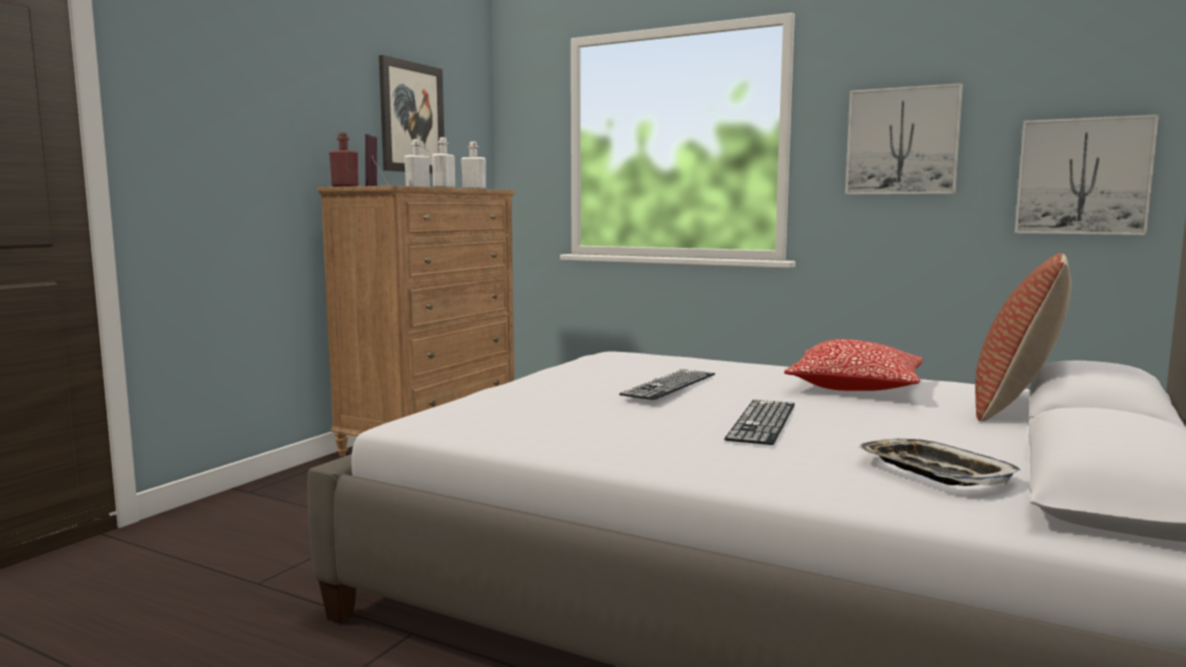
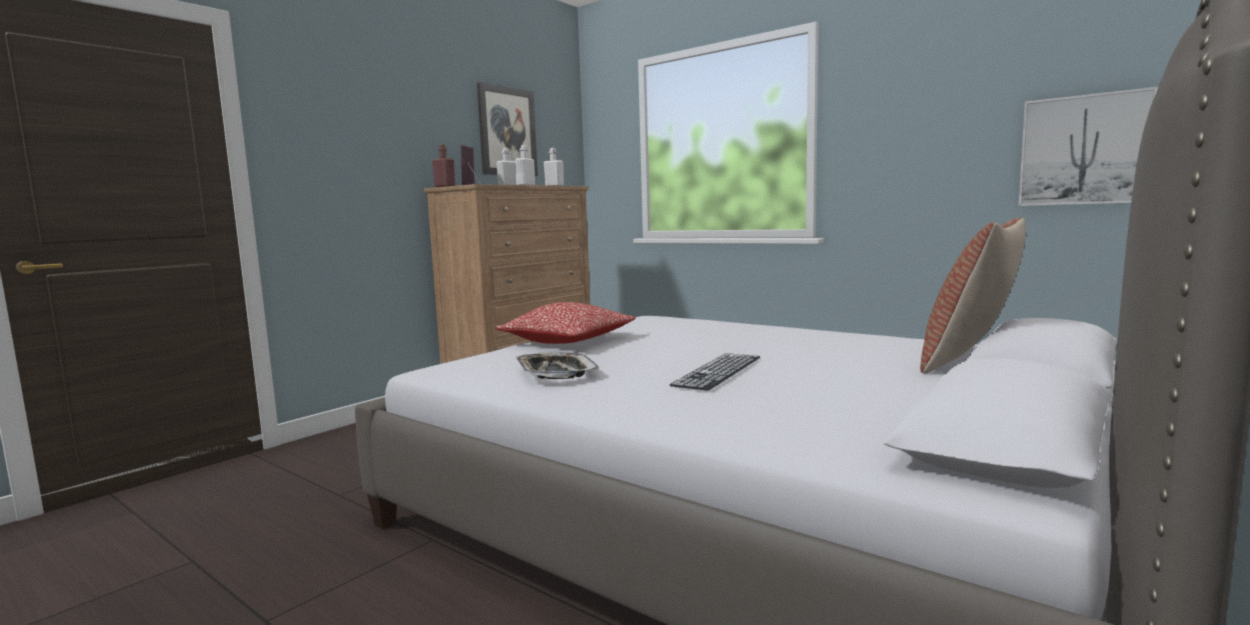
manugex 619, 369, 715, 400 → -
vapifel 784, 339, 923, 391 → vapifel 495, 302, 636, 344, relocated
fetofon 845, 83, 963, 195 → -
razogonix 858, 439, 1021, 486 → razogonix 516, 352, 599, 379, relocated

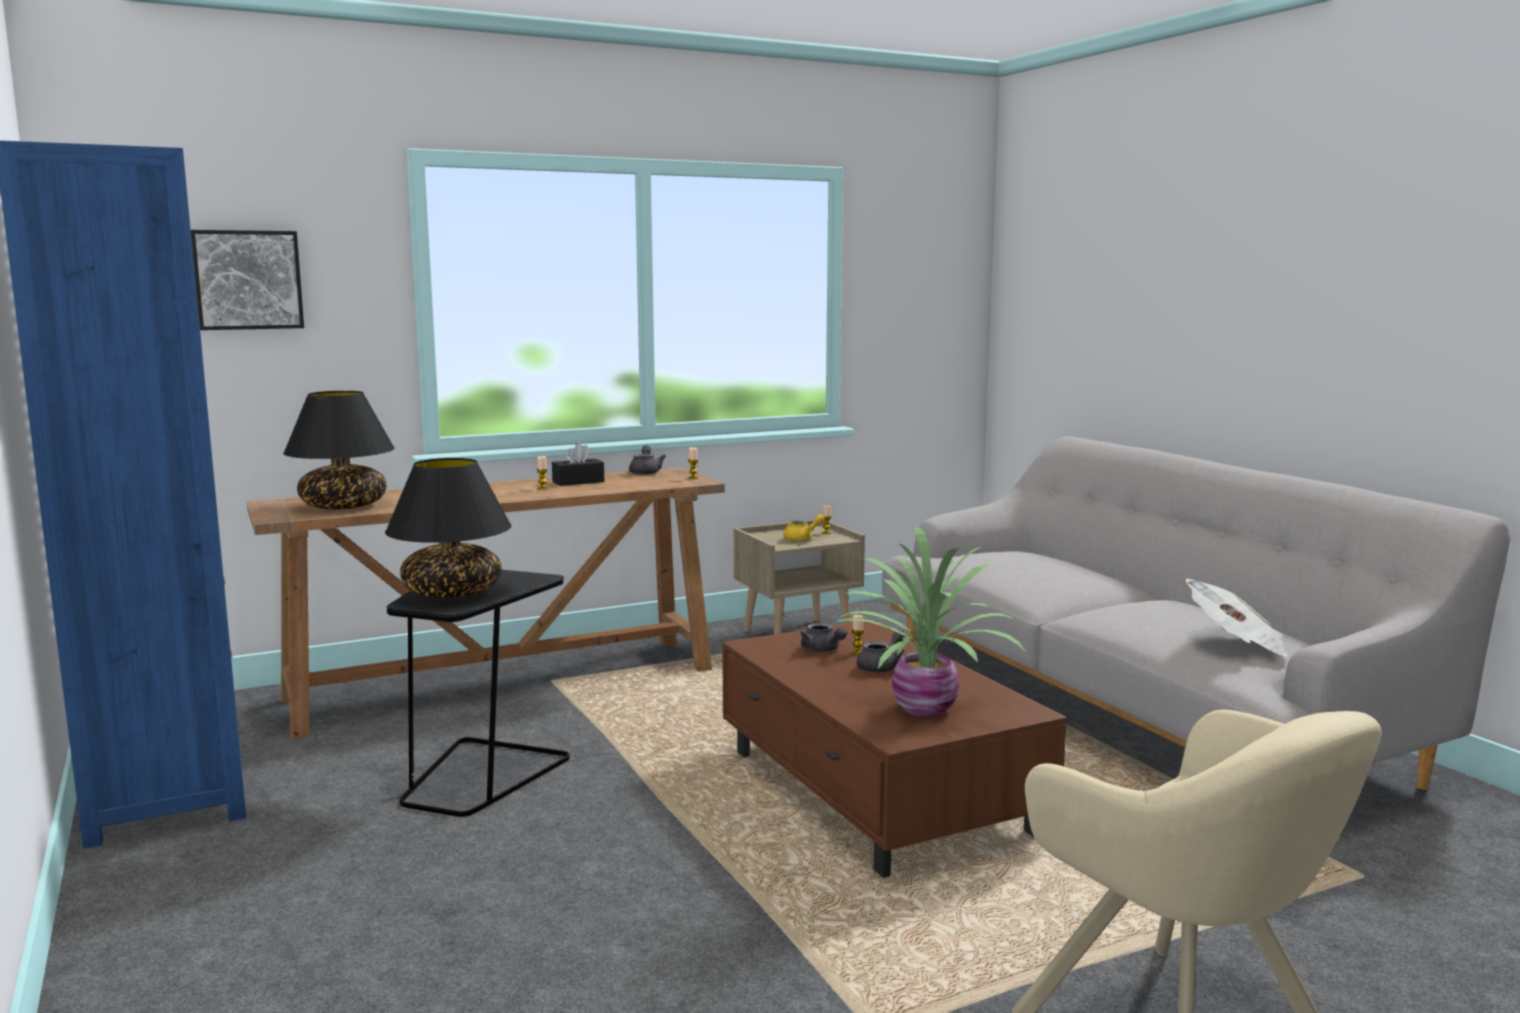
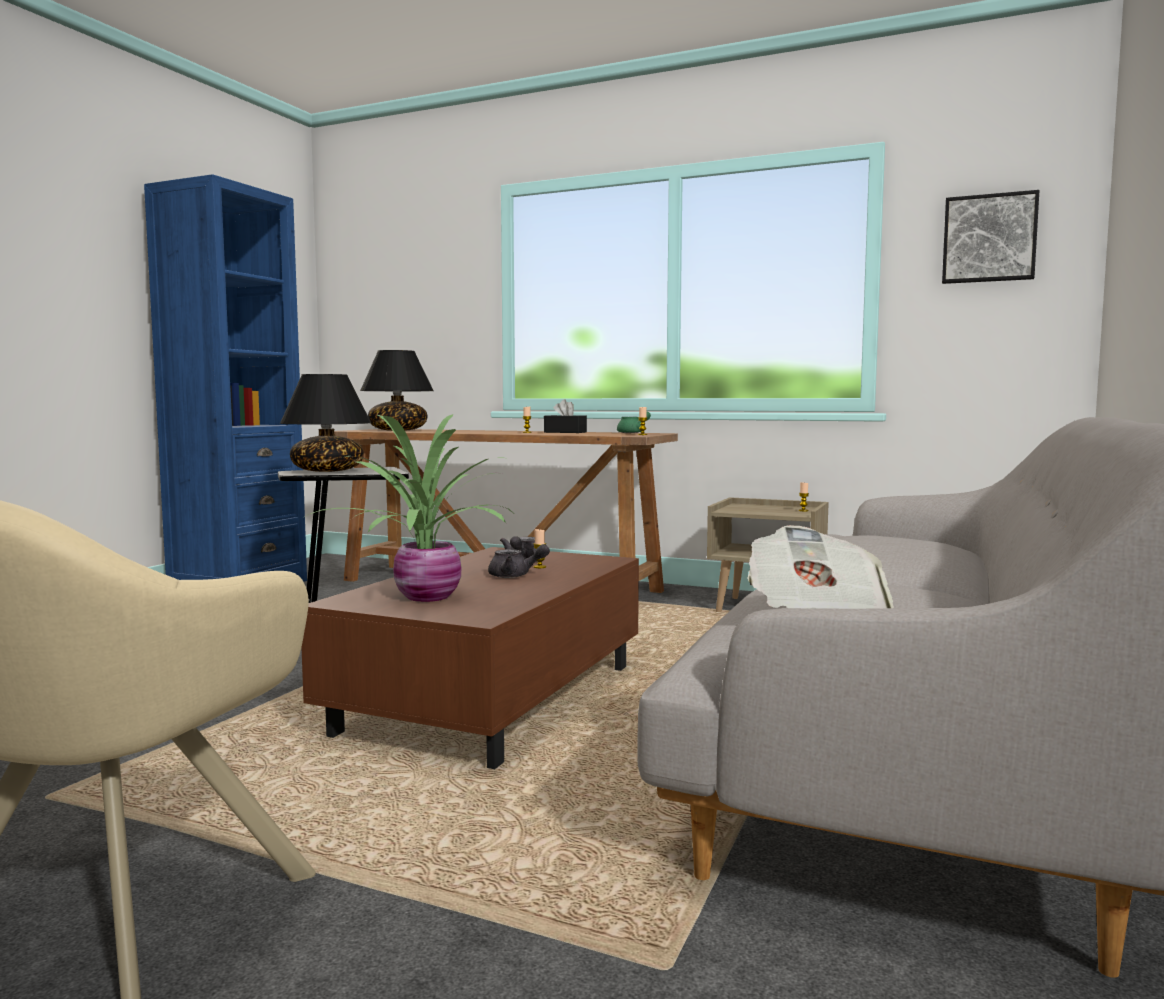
fetofon 191, 230, 304, 330 → fetofon 942, 190, 1040, 284, relocated
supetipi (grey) 629, 445, 666, 475 → supetipi (green) 617, 412, 651, 433
supetipi (yellow) 783, 515, 824, 542 → -

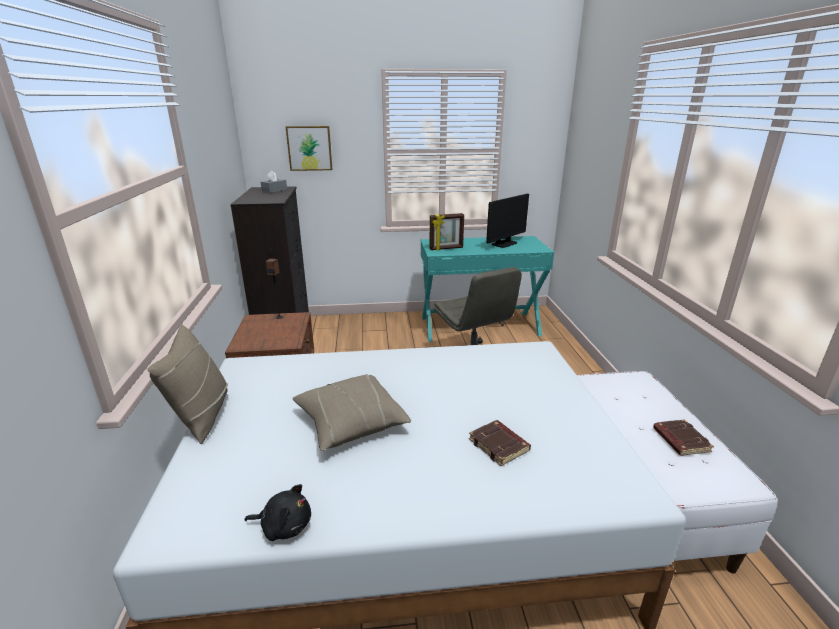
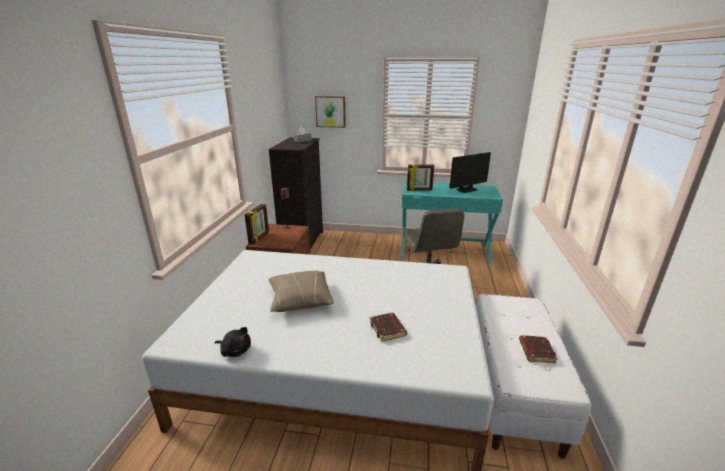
vapifel (beige) 147, 324, 228, 444 → -
- → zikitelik 244, 204, 269, 244

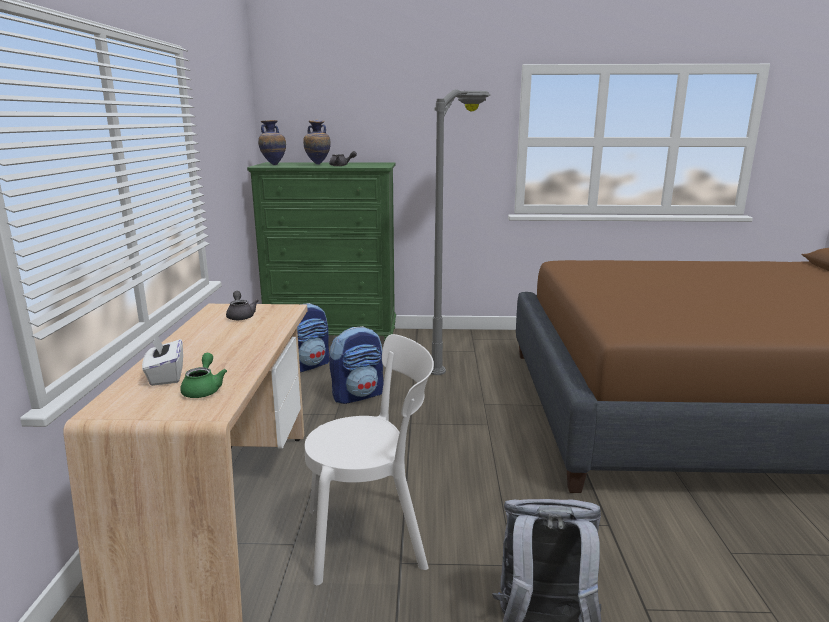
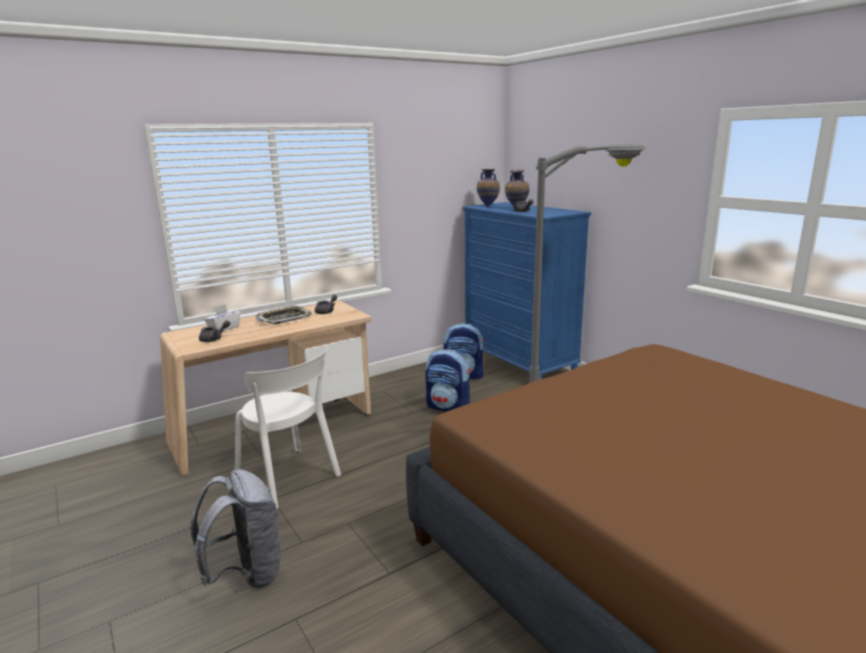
supetipi (green) 180, 353, 227, 398 → supetipi (grey) 199, 320, 230, 342
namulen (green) 247, 162, 396, 342 → namulen (blue) 462, 202, 591, 380
- → razogonix 255, 305, 312, 324

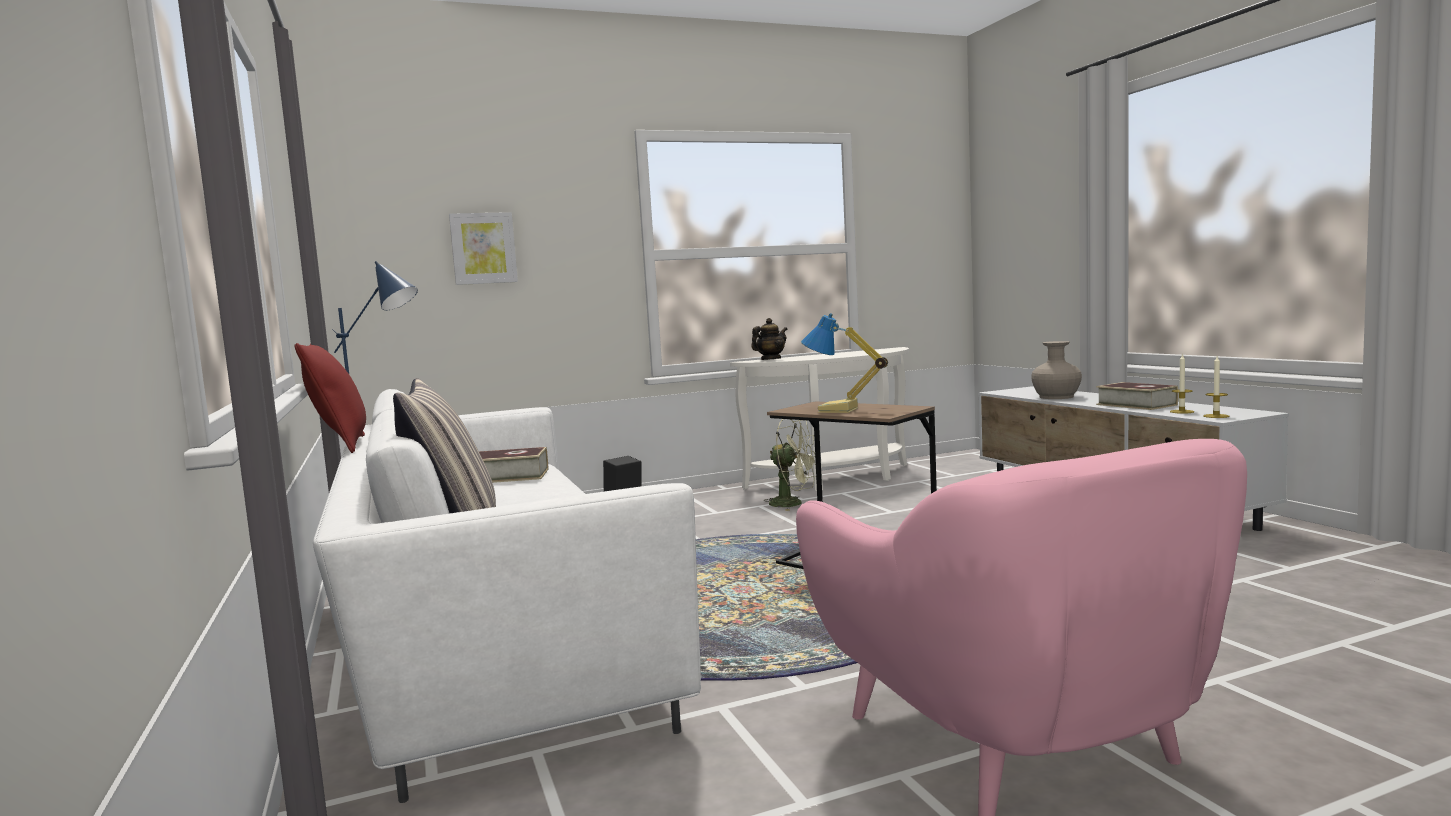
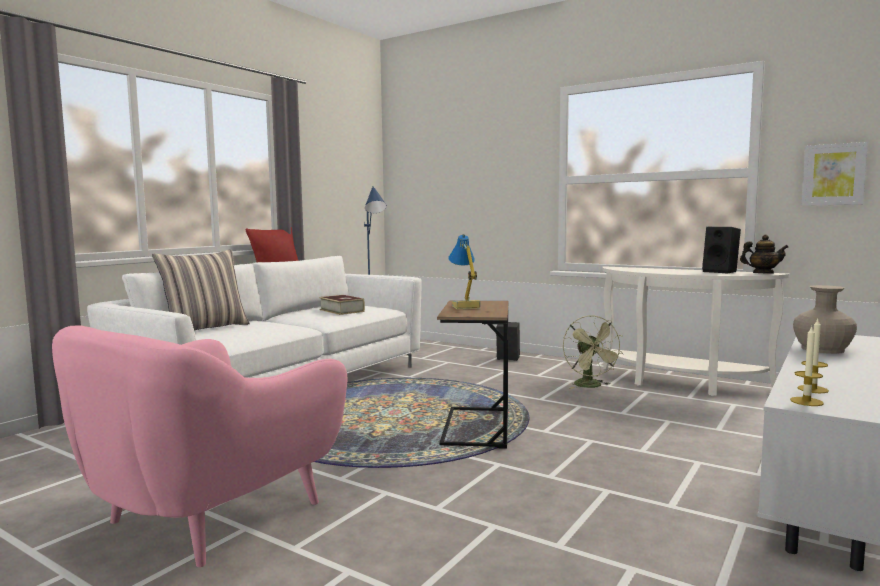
fetofon 449, 212, 518, 285 → fetofon 802, 142, 868, 206, relocated
supetipi 751, 318, 787, 360 → supetipi 740, 235, 788, 274, relocated
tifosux 1096, 382, 1179, 410 → -
- → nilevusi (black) 702, 227, 741, 274

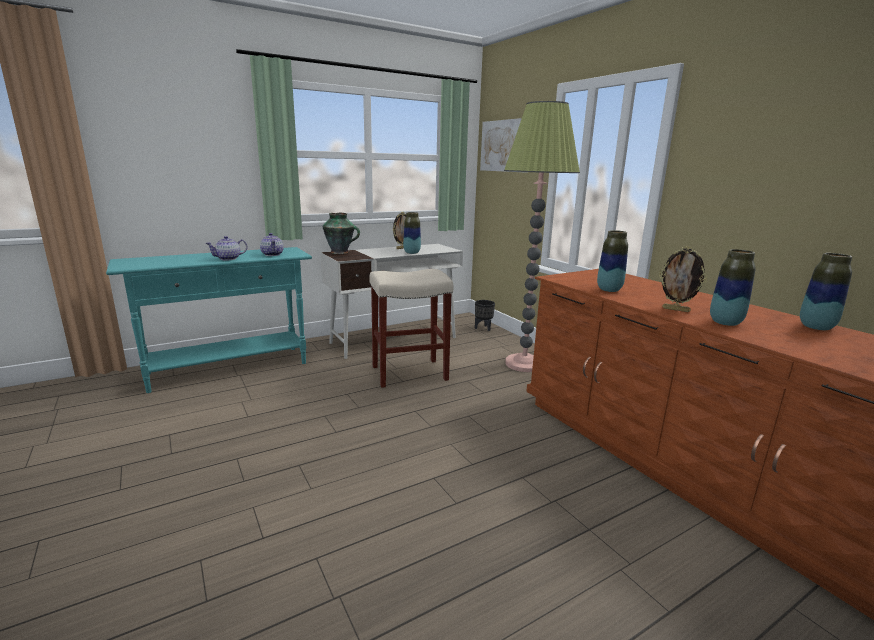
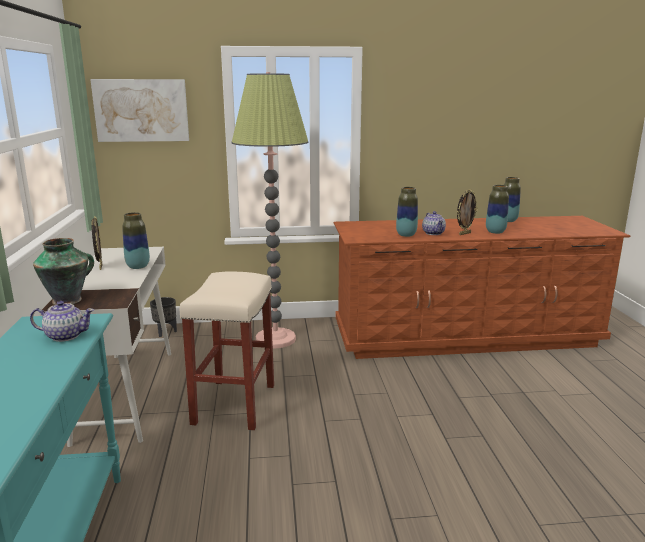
supetipi 205, 236, 247, 260 → supetipi 422, 211, 446, 235, relocated

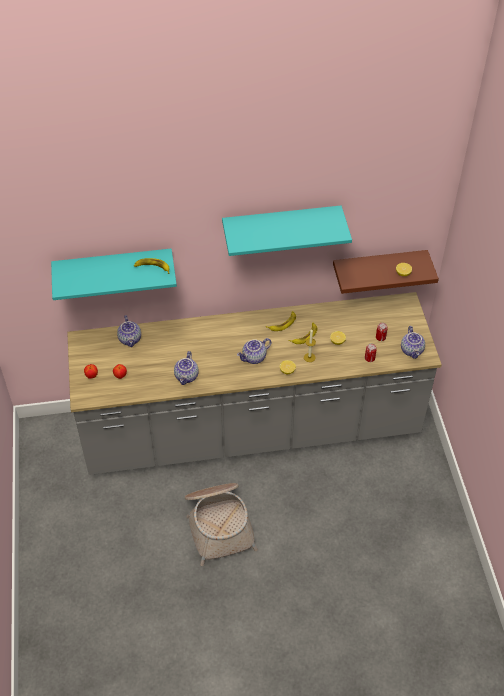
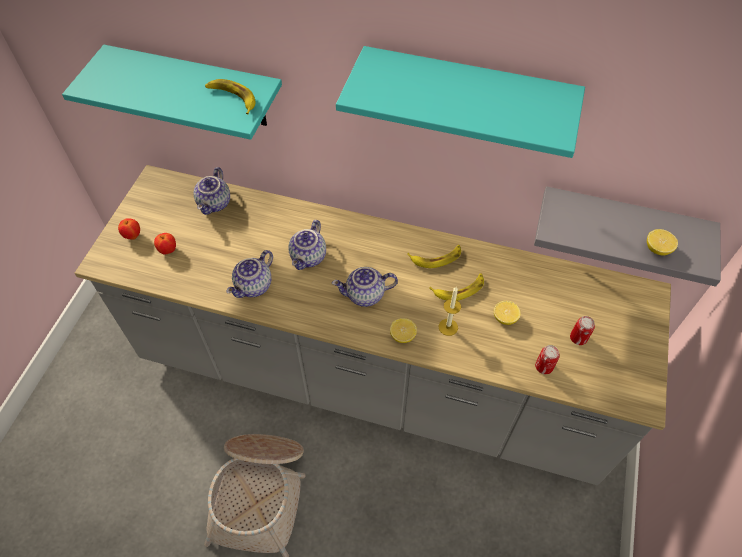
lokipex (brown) 333, 250, 439, 294 → lokipex (grey) 534, 186, 721, 287
supetipi 401, 326, 425, 359 → supetipi 288, 220, 326, 270, relocated

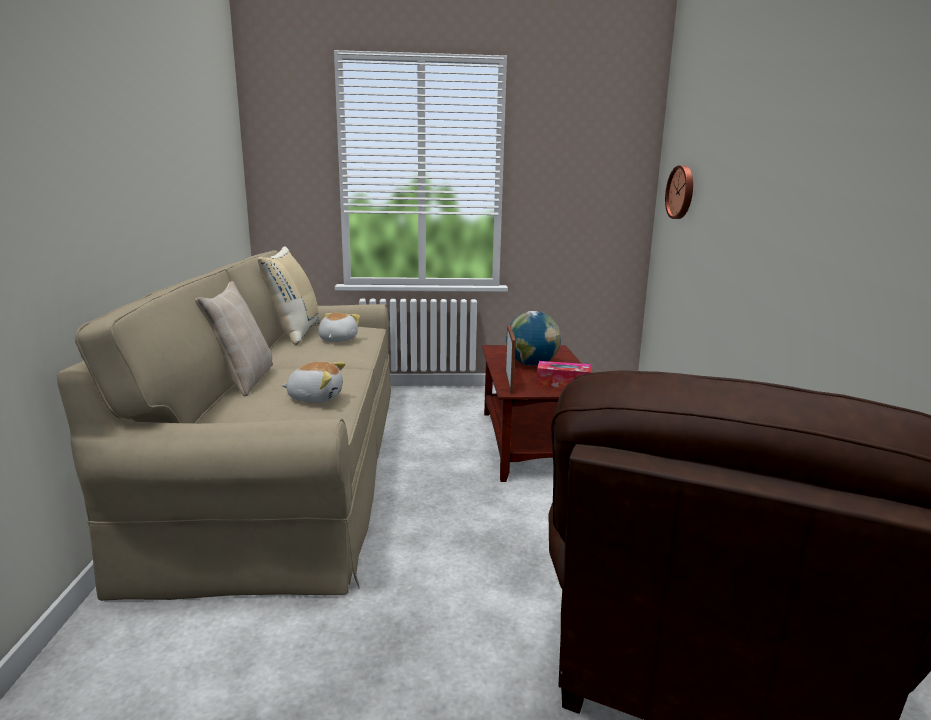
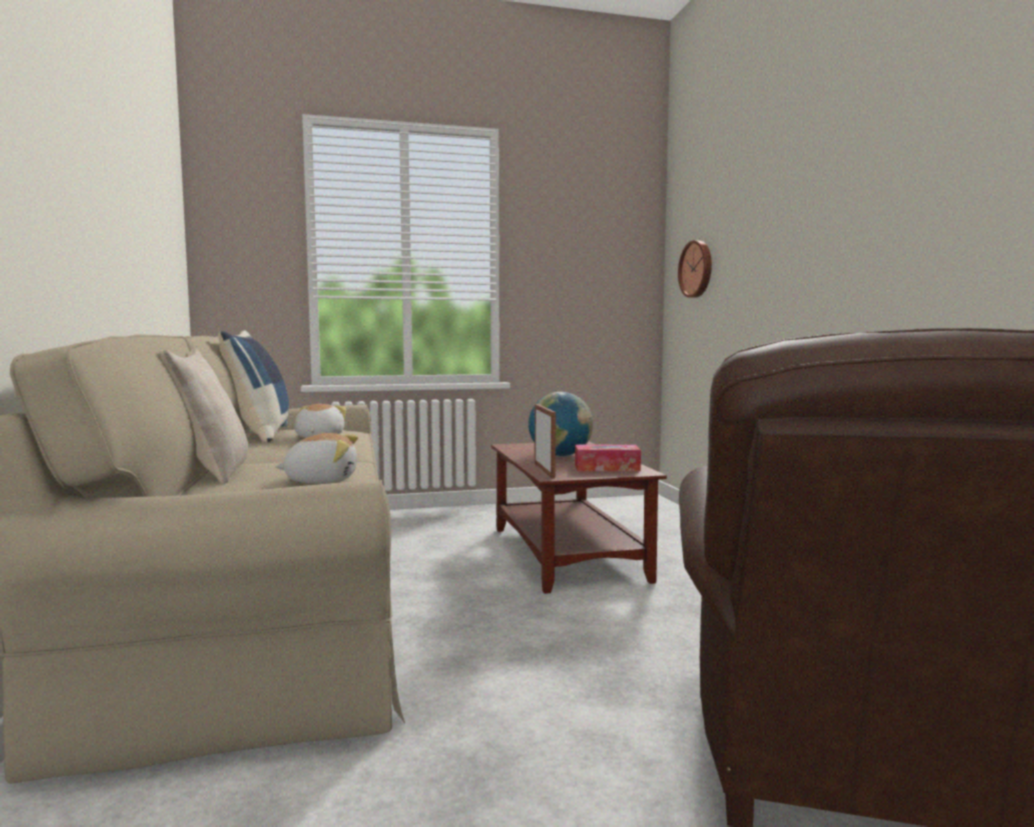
vapifel (beige) 257, 246, 320, 345 → vapifel (blue) 218, 331, 289, 443

